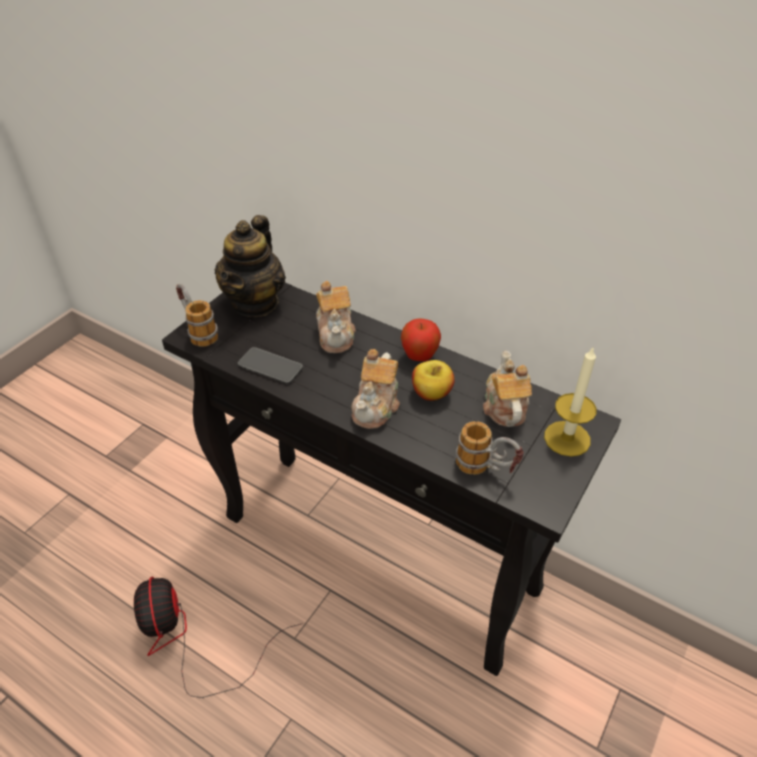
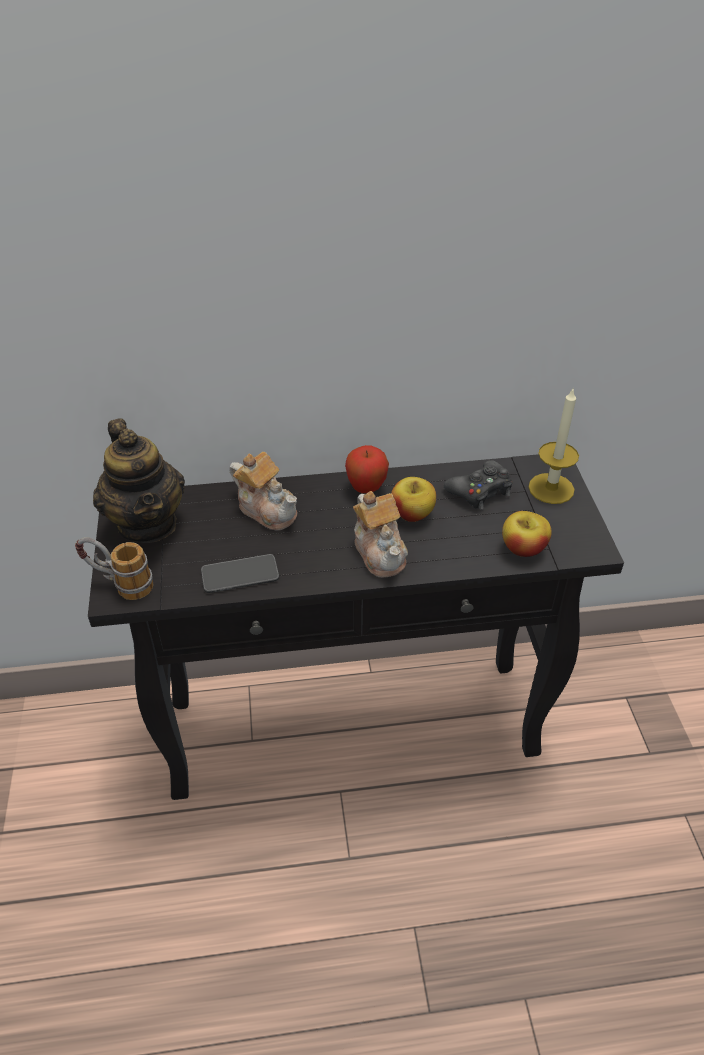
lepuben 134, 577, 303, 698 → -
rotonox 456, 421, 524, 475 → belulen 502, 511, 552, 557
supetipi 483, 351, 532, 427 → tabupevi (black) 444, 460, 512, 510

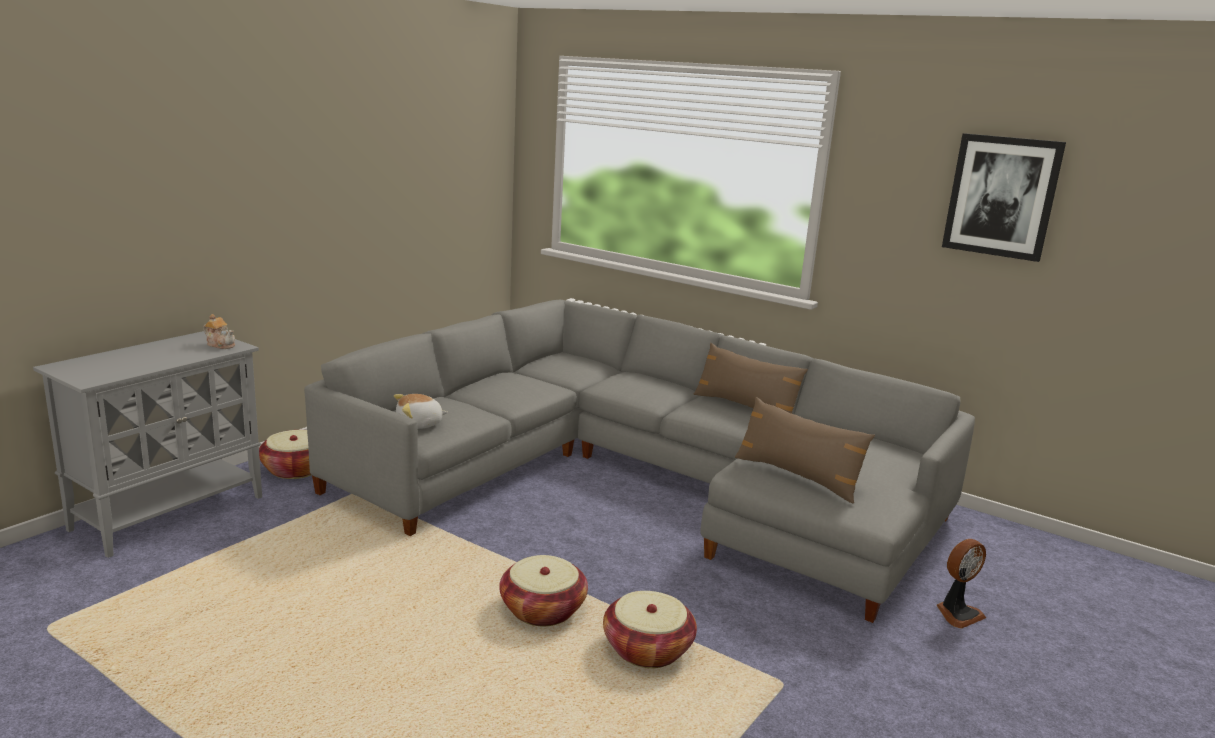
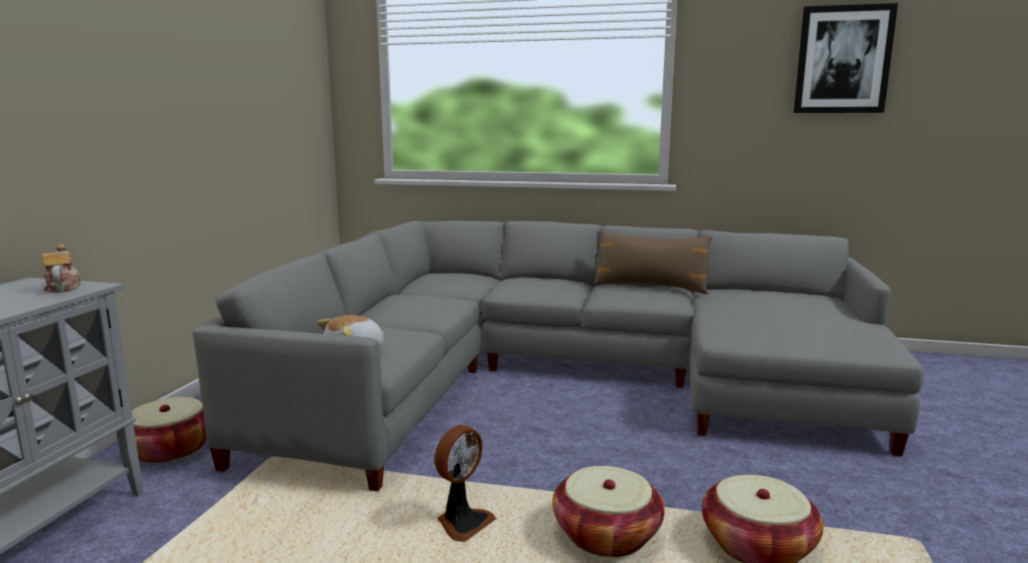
supetipi 203, 314, 235, 349 → supetipi 42, 244, 81, 292, 120 degrees counterclockwise
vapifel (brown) 735, 397, 875, 503 → -
lepuben 937, 539, 986, 629 → lepuben 434, 425, 496, 542, relocated

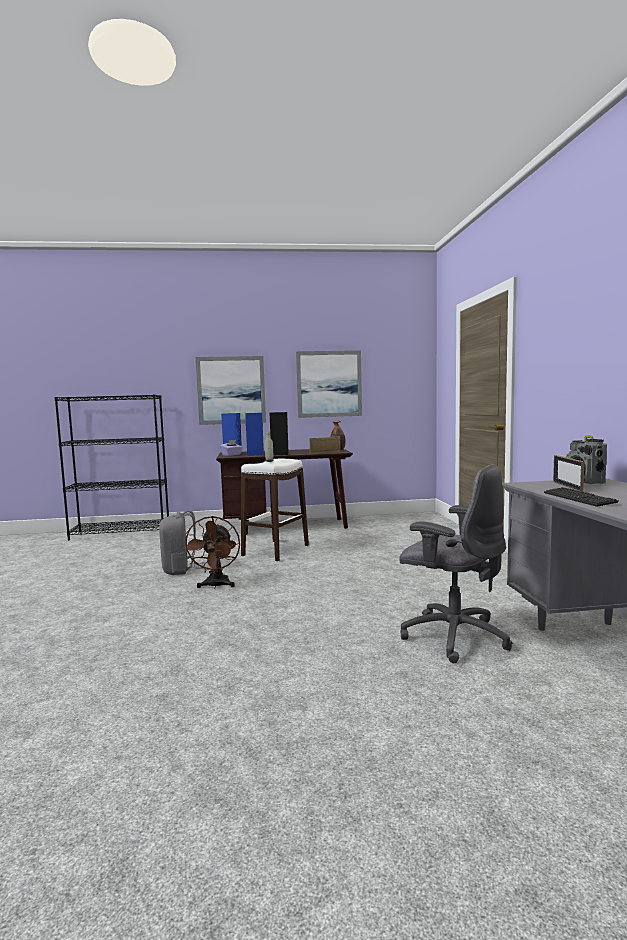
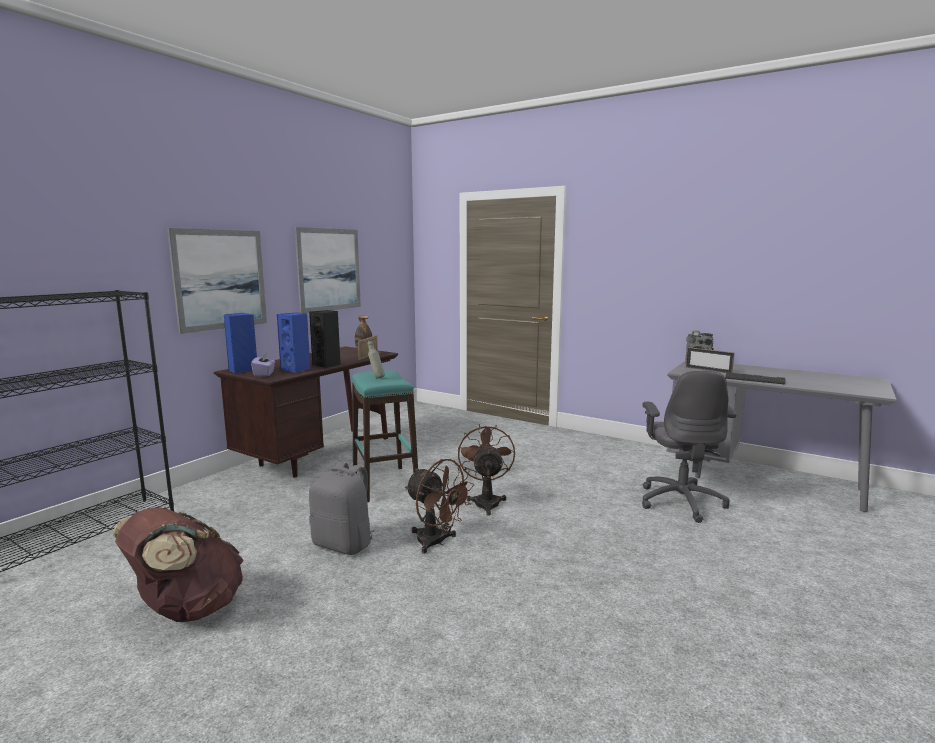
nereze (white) 241, 459, 309, 561 → nereze (turquoise) 352, 371, 418, 502
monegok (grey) 399, 464, 512, 663 → monegok (grey) 642, 370, 737, 523, 105 degrees clockwise
- → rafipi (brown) 112, 507, 244, 622
- → lepuben (brown) 458, 424, 515, 516

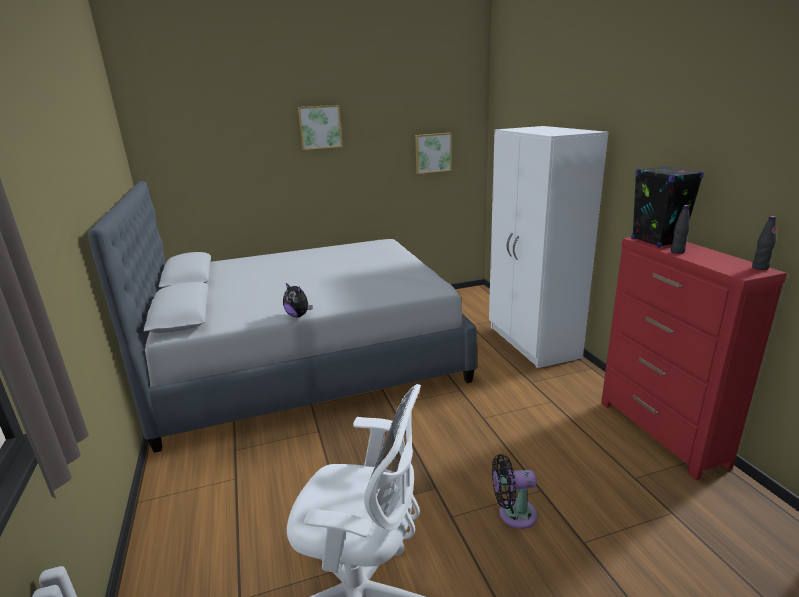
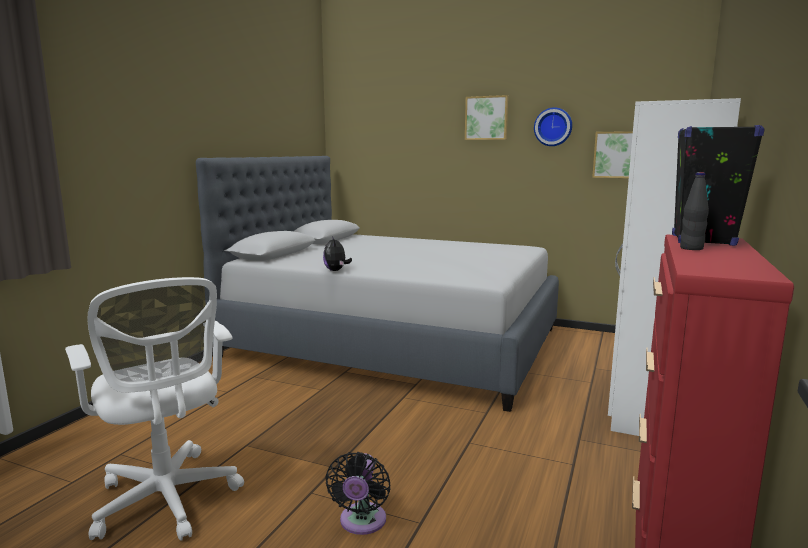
lepuben (black) 492, 454, 537, 529 → lepuben (black) 325, 452, 391, 535, 120 degrees counterclockwise
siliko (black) 752, 216, 776, 270 → -
- → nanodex 534, 107, 572, 146

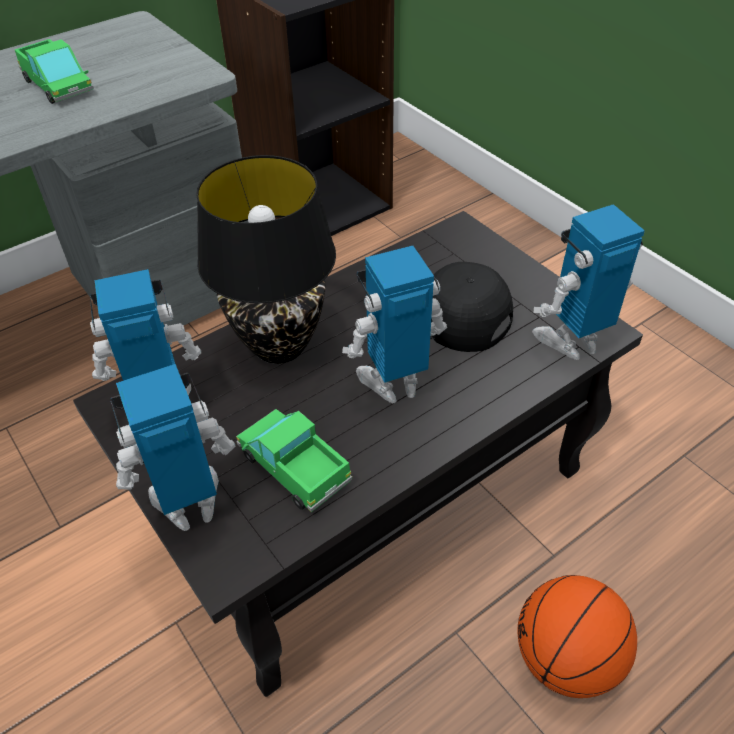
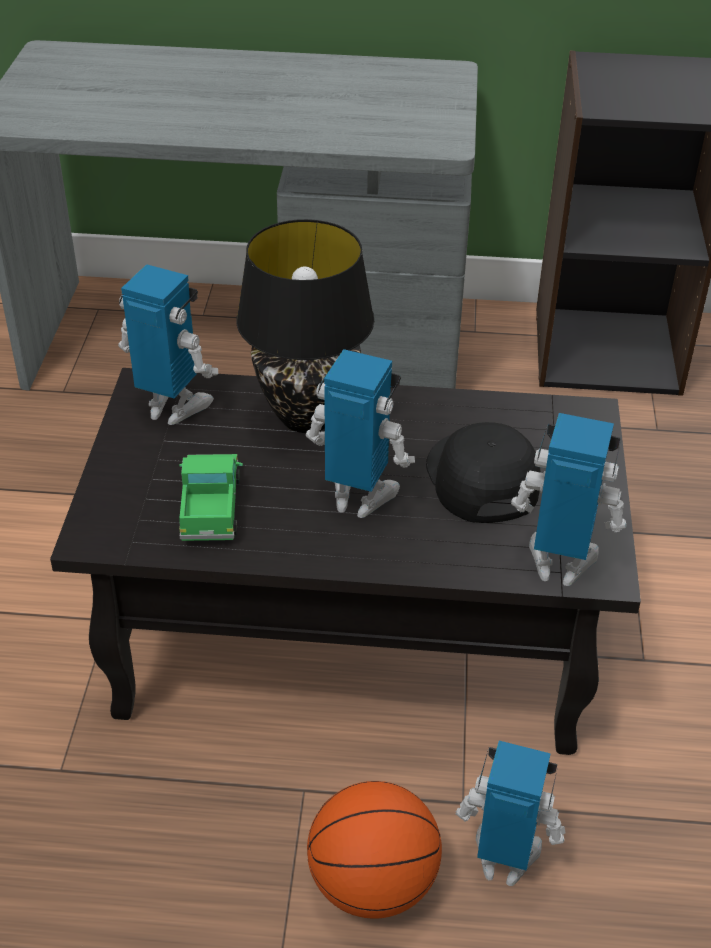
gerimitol 15, 39, 94, 104 → -
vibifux 111, 364, 235, 531 → vibifux 456, 741, 566, 886, relocated

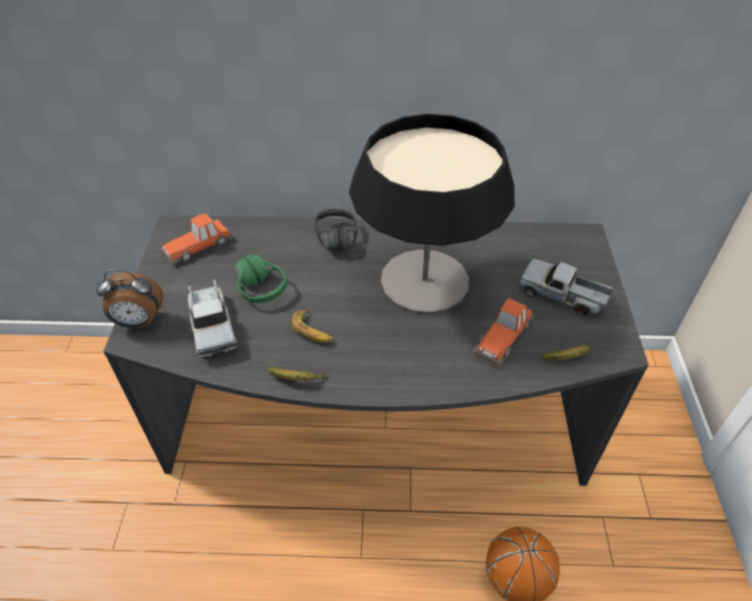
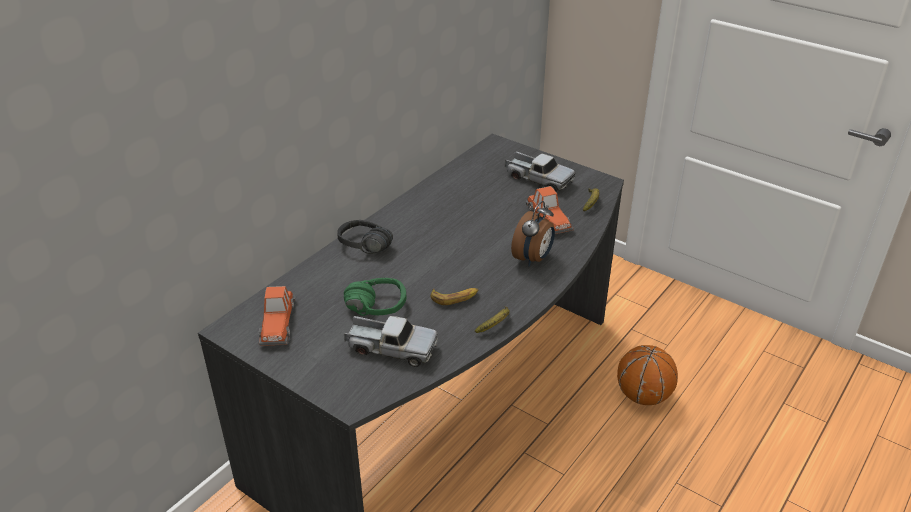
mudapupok 96, 269, 164, 328 → mudapupok 511, 201, 555, 266, relocated
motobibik 349, 114, 515, 314 → -
gerimitol 519, 259, 613, 316 → gerimitol 505, 151, 575, 192, 120 degrees counterclockwise

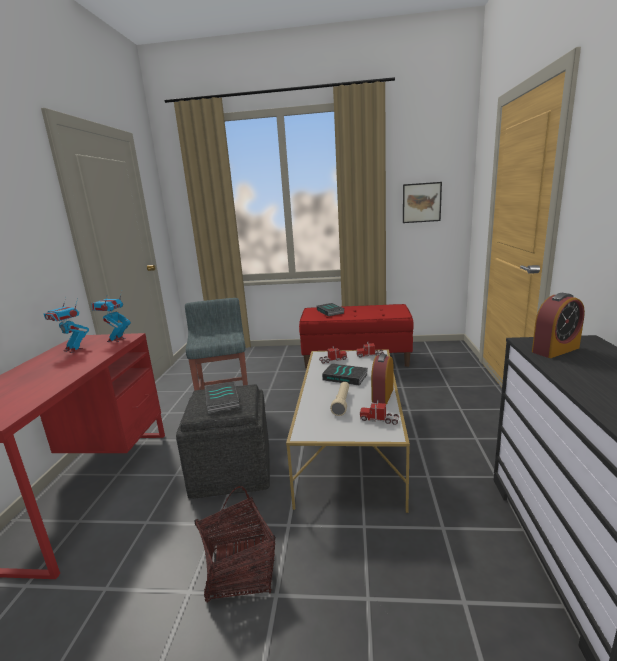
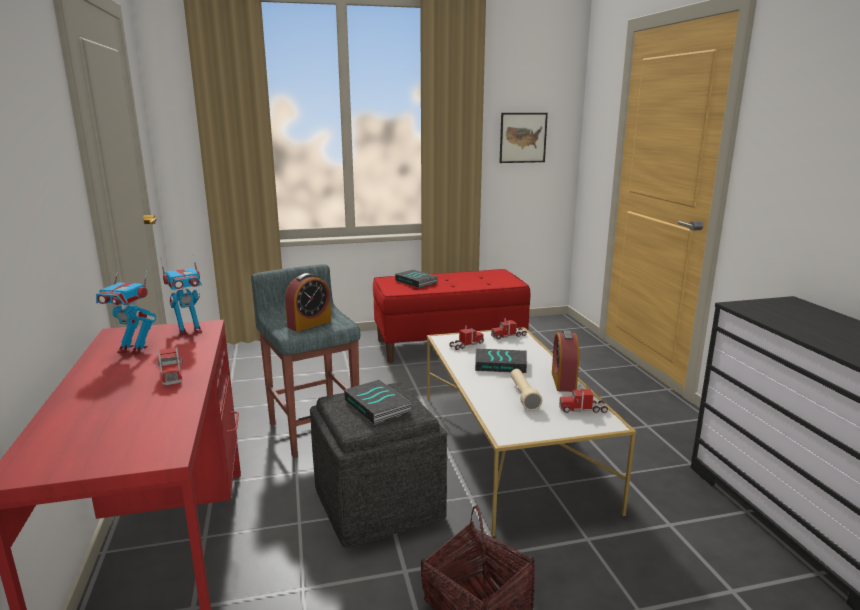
vibifux 91, 291, 131, 342 → vibifux 161, 254, 202, 336, 120 degrees counterclockwise
mudapupok 532, 293, 585, 358 → mudapupok 285, 273, 331, 332, relocated
- → gerimitol 156, 347, 183, 385

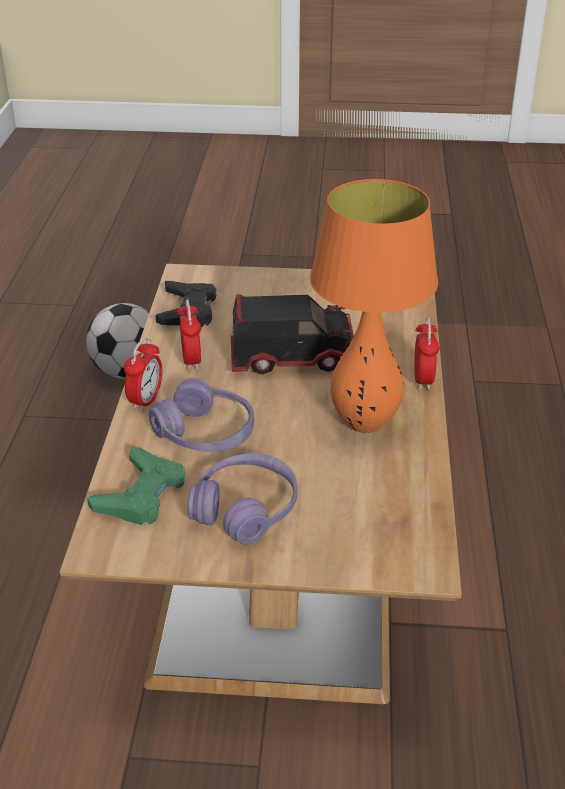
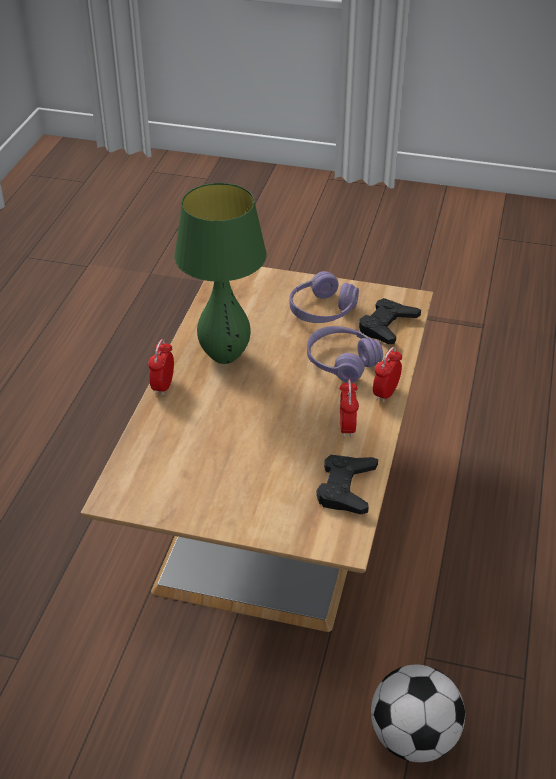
tabupevi (green) 87, 447, 185, 525 → tabupevi (black) 359, 298, 421, 344
gerimitol 231, 294, 354, 374 → -
motobibik (orange) 310, 179, 438, 433 → motobibik (green) 174, 183, 267, 364

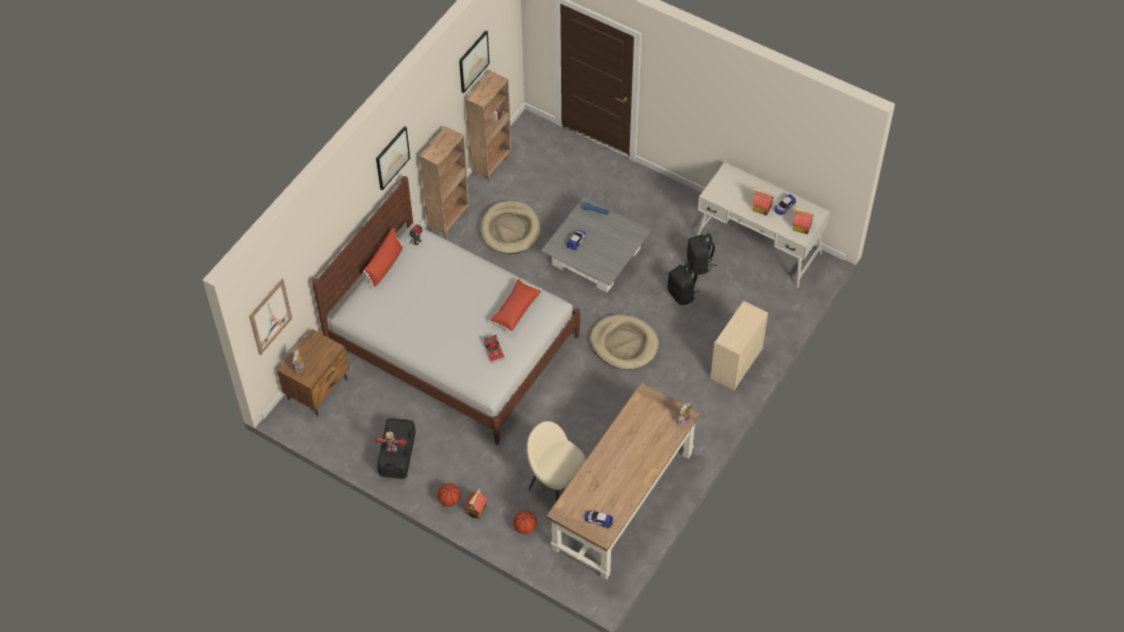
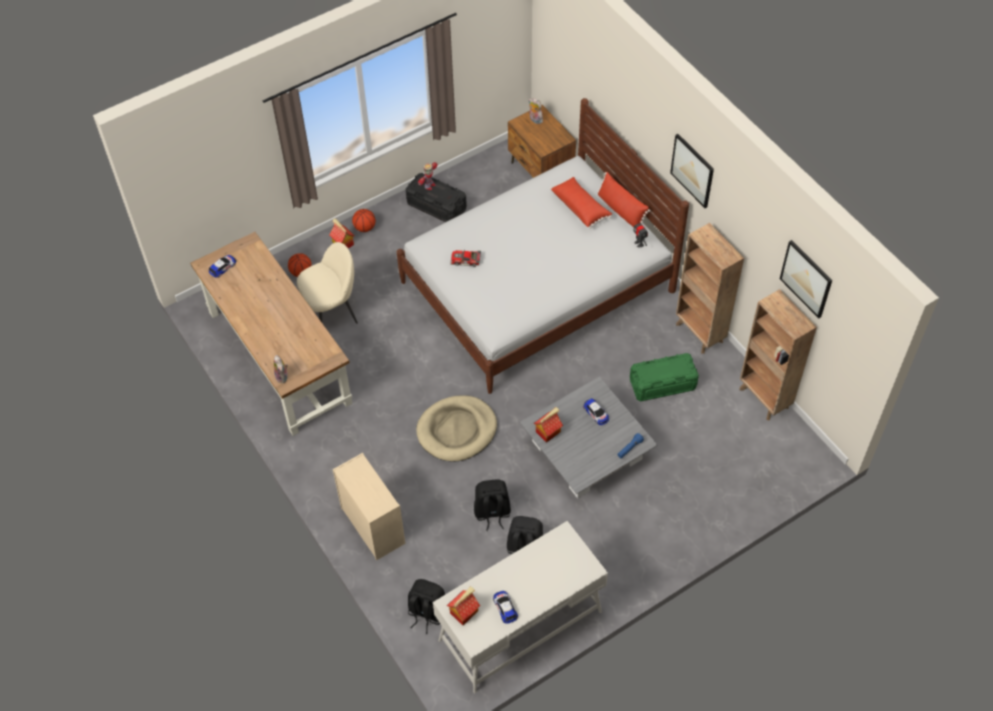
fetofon 249, 279, 292, 355 → -
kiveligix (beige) 481, 201, 540, 254 → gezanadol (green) 630, 353, 699, 402
vapifel (red) 490, 279, 542, 333 → vapifel (red) 550, 177, 612, 229, relocated
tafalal 752, 187, 774, 216 → tafalal 534, 407, 563, 443, relocated
- → rafipi (black) 408, 579, 445, 634

